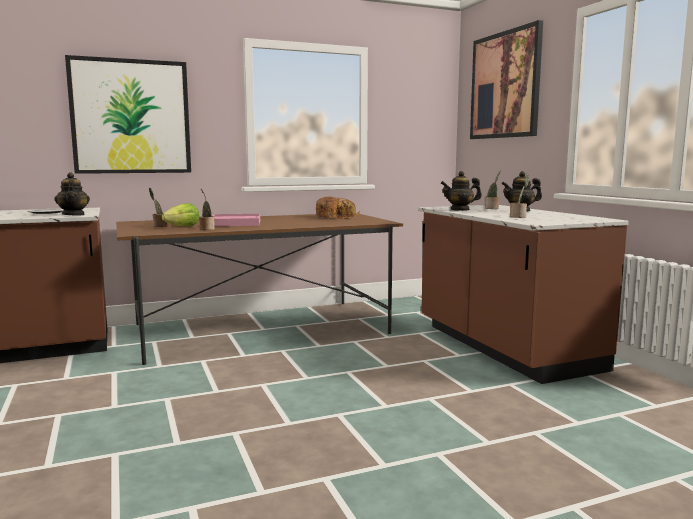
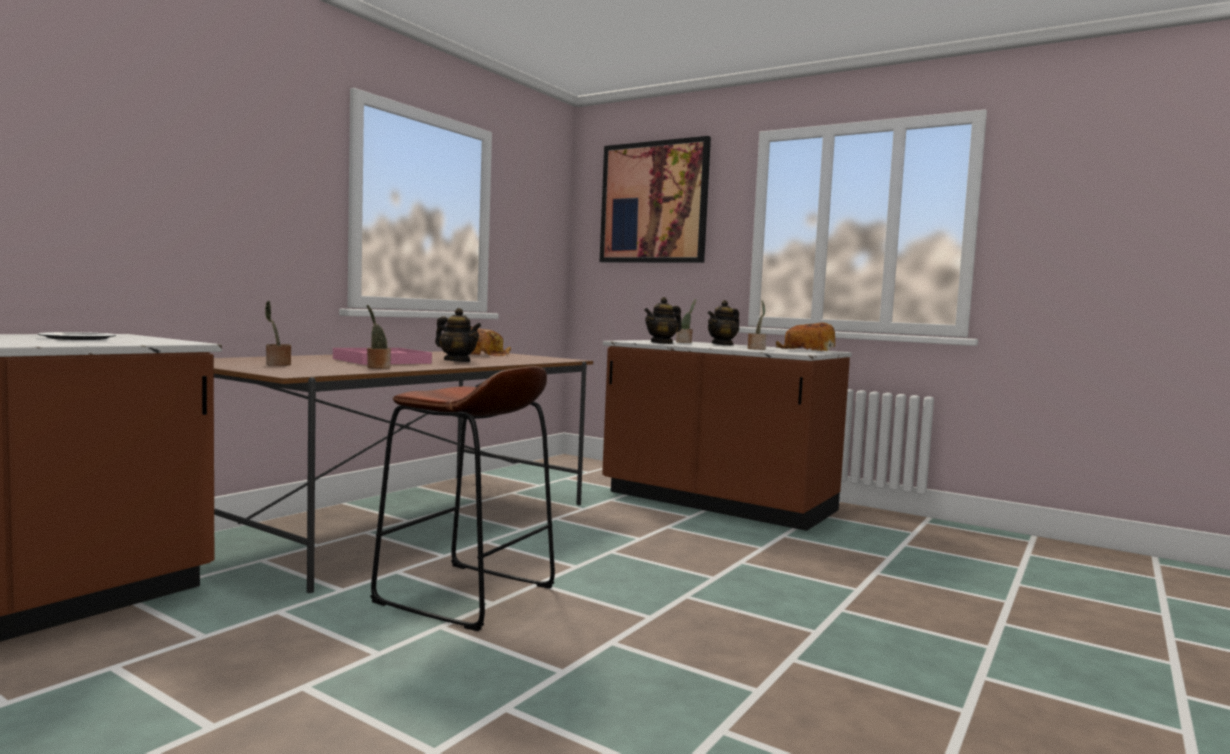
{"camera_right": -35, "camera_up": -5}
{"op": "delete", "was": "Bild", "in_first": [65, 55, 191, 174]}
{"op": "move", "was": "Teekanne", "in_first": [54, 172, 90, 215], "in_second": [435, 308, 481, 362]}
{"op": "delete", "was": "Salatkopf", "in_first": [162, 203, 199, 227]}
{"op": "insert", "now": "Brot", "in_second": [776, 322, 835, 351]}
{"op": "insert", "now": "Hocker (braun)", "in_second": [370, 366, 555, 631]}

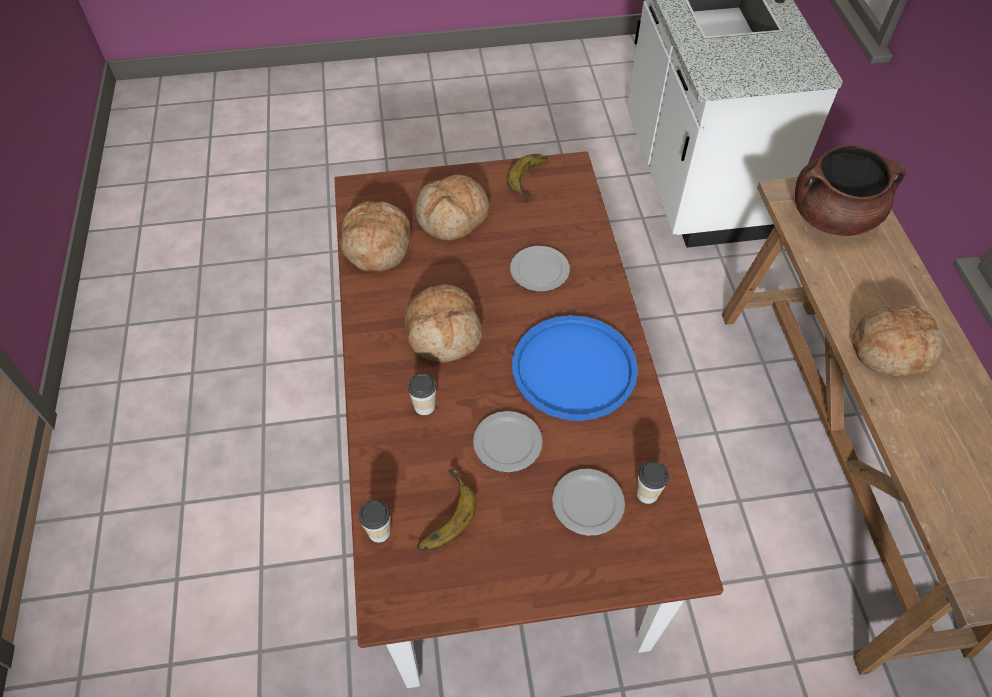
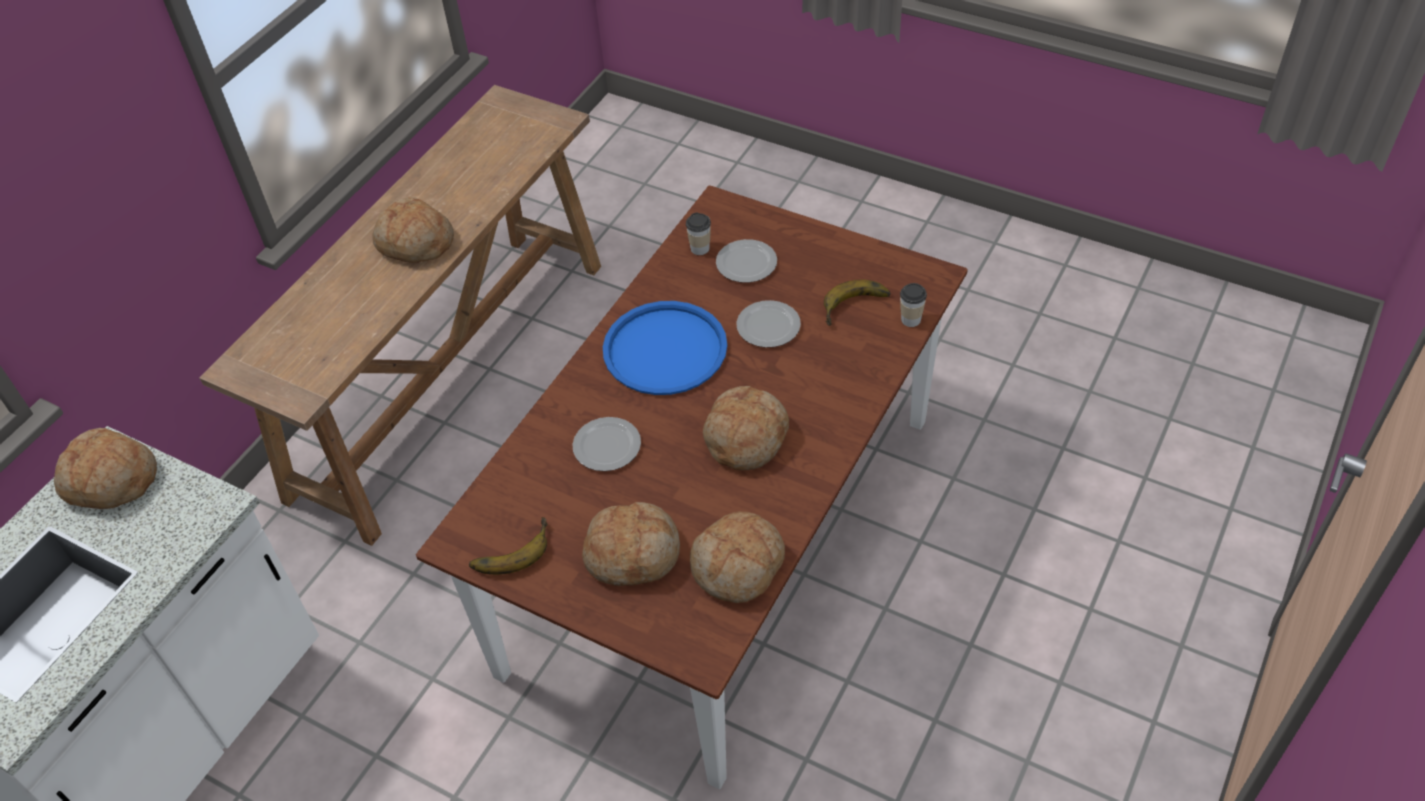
{"camera_right": -140, "camera_up": -5}
{"op": "delete", "was": "Kochtopf (braun)", "in_first": [795, 144, 906, 236]}
{"op": "delete", "was": "Tasse", "in_first": [408, 374, 436, 415]}
{"op": "insert", "now": "Brot", "in_second": [54, 428, 157, 509]}

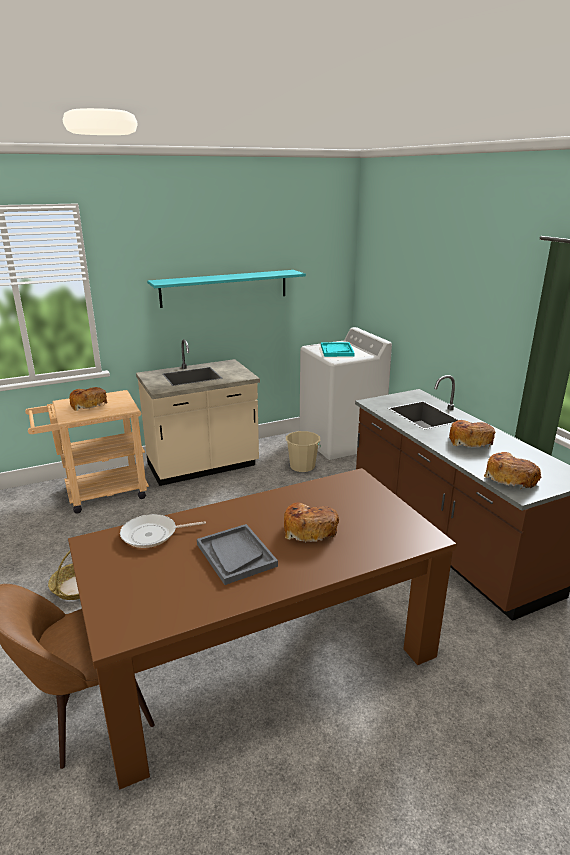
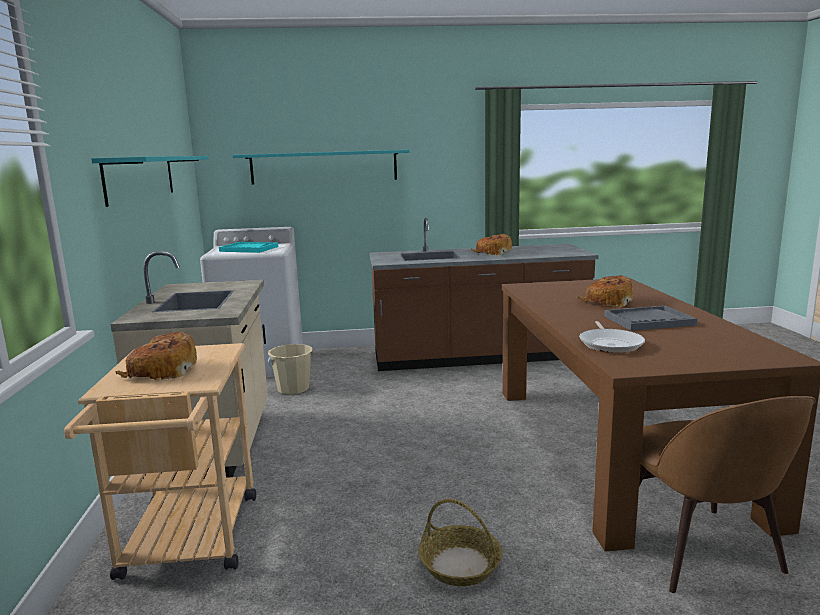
{"camera_right": -70, "camera_up": -10}
{"op": "delete", "was": "Brot", "in_first": [484, 452, 542, 488]}
{"op": "insert", "now": "Wandregal (türkis)", "in_second": [232, 150, 410, 185]}

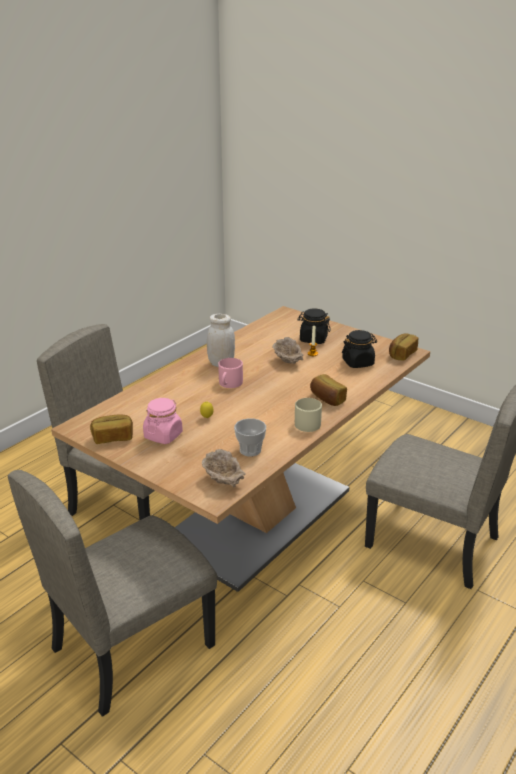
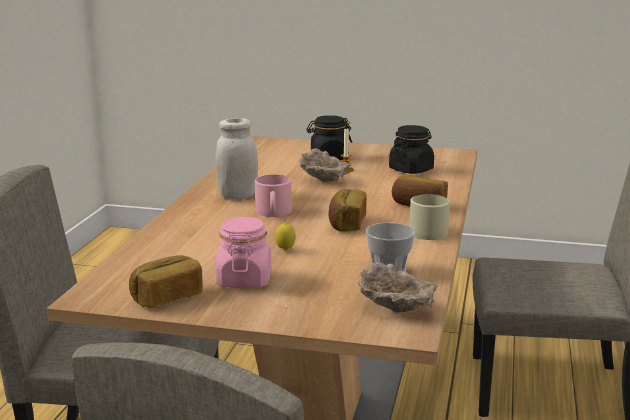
{"camera_right": -25, "camera_up": -10}
{"op": "move", "was": "Brot", "in_first": [389, 333, 418, 361], "in_second": [329, 189, 367, 232]}

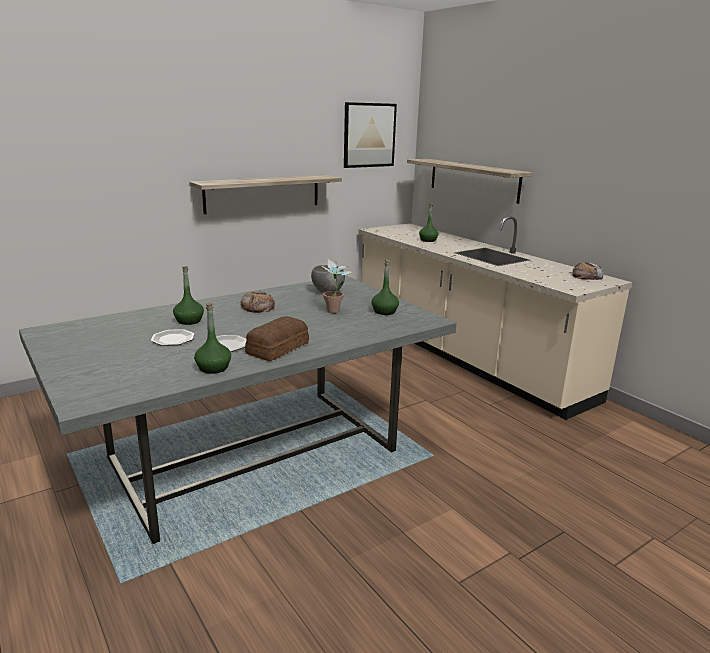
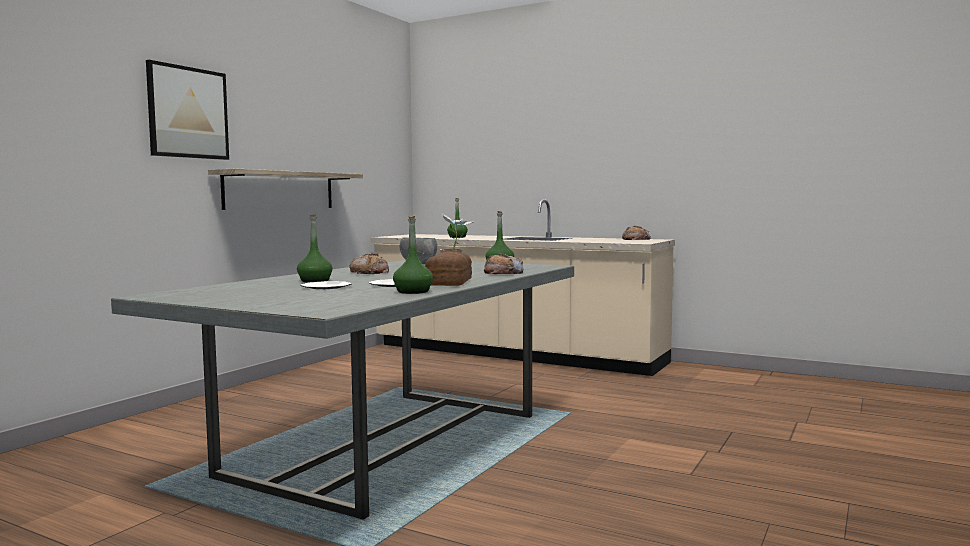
{"camera_right": -25, "camera_up": -15}
{"op": "move", "was": "Bild", "in_first": [344, 102, 397, 168], "in_second": [146, 60, 229, 160]}
{"op": "delete", "was": "Wandregal", "in_first": [407, 159, 533, 204]}
{"op": "insert", "now": "Brot", "in_second": [484, 253, 523, 274]}

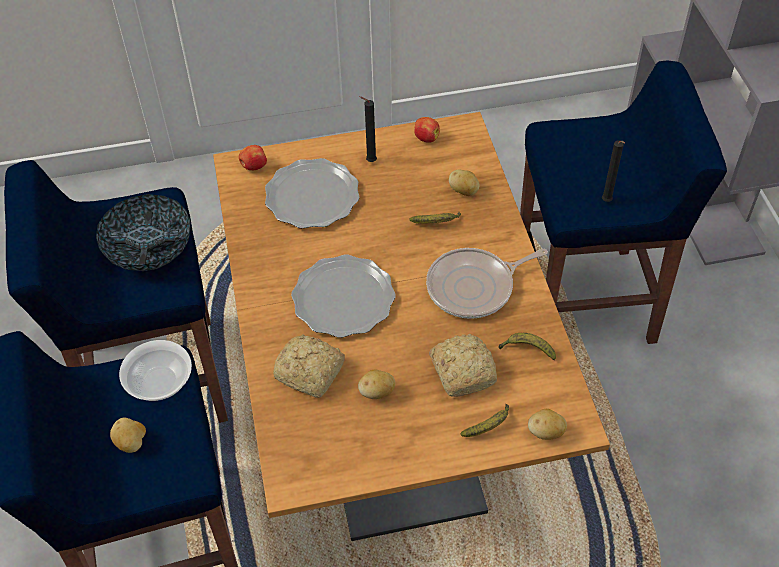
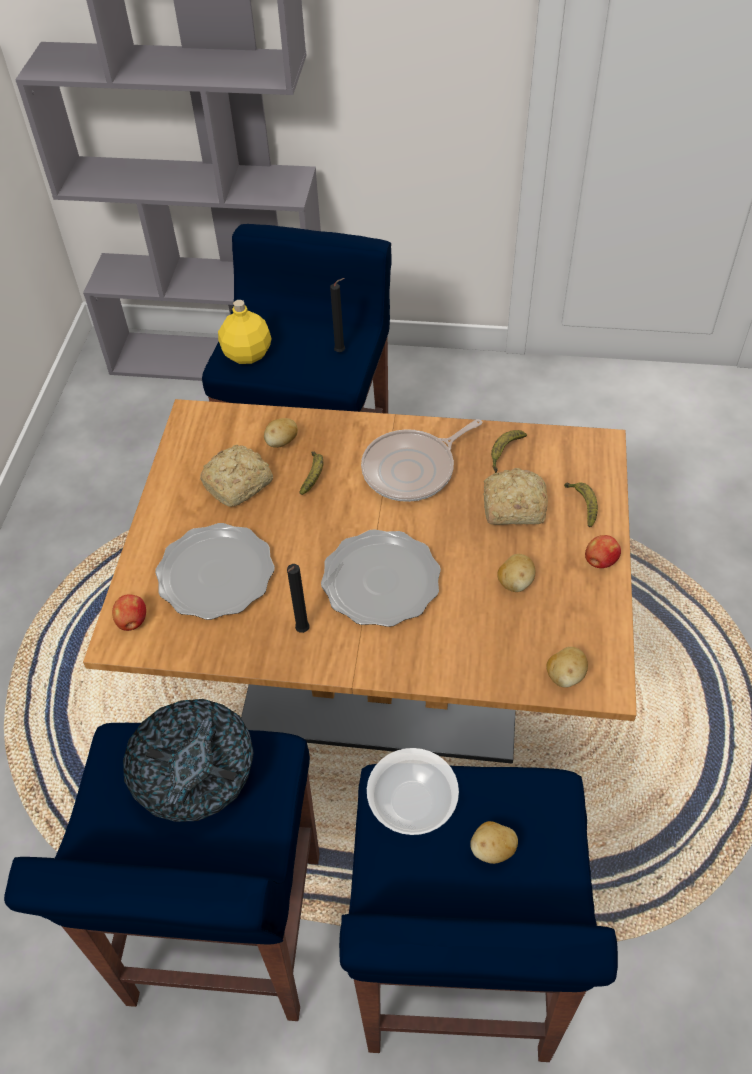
{"camera_right": -70, "camera_up": 0}
{"op": "move", "was": "Kerze (schwarz)", "in_first": [359, 96, 377, 162], "in_second": [287, 564, 310, 633]}
{"op": "move", "was": "Apfel", "in_first": [414, 117, 440, 143], "in_second": [585, 535, 621, 568]}
{"op": "rotate", "was": "Pfanne", "in_first": [426, 248, 548, 319], "in_second": [361, 419, 483, 502], "clockwise": 60}
{"op": "move", "was": "Brot", "in_first": [273, 334, 345, 398], "in_second": [200, 445, 273, 507]}
{"op": "move", "was": "Kartoffel", "in_first": [528, 409, 567, 440], "in_second": [546, 647, 588, 688]}
{"op": "insert", "now": "Flasche (gelb)", "in_second": [218, 300, 272, 364]}

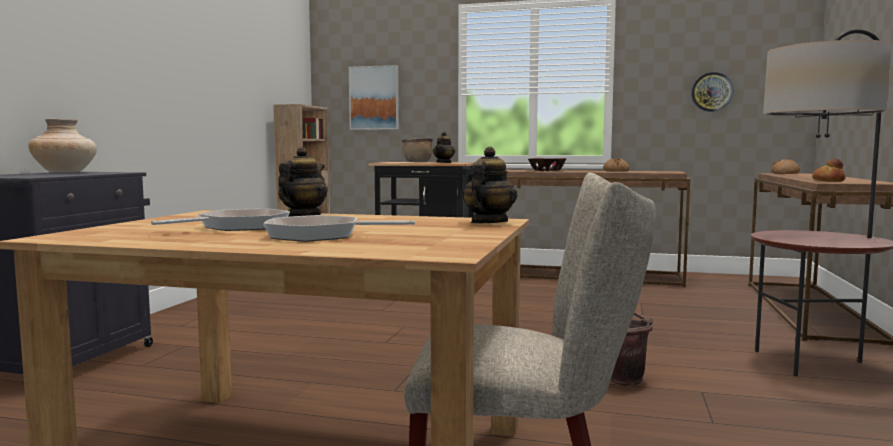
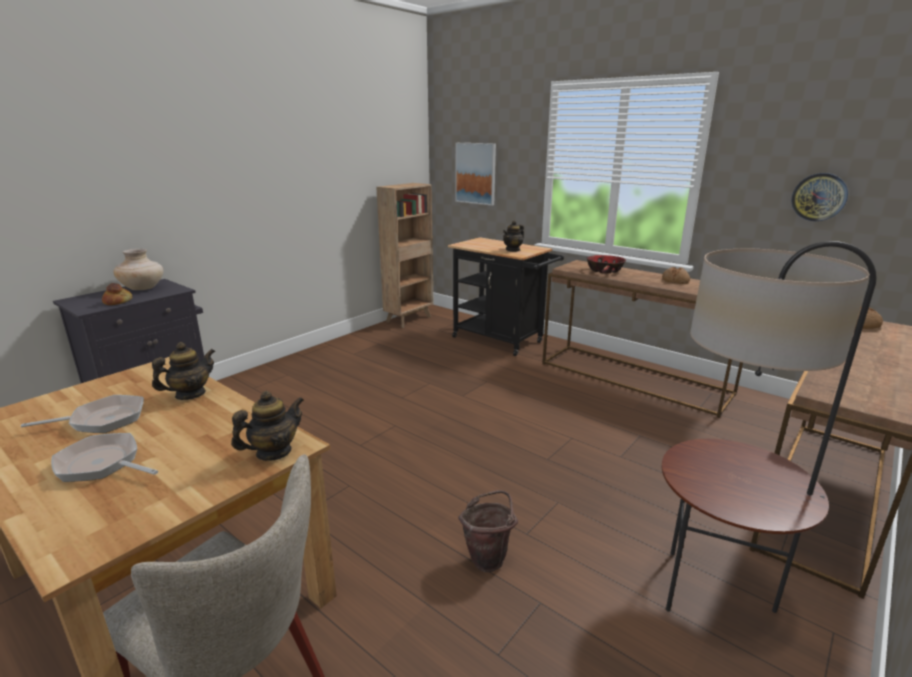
{"camera_right": 25, "camera_up": 15}
{"op": "delete", "was": "Kochtopf (braun)", "in_first": [401, 138, 433, 162]}
{"op": "move", "was": "Brot", "in_first": [812, 158, 846, 182], "in_second": [102, 283, 133, 305]}

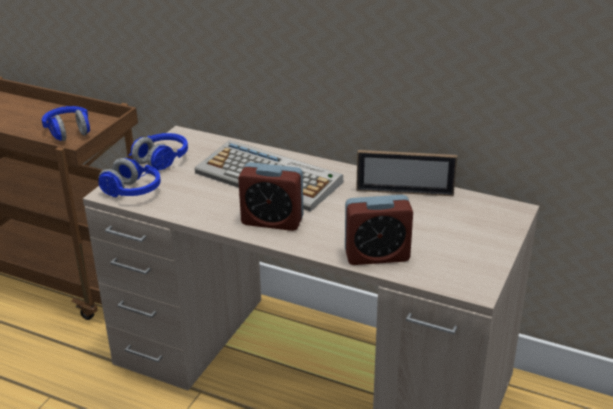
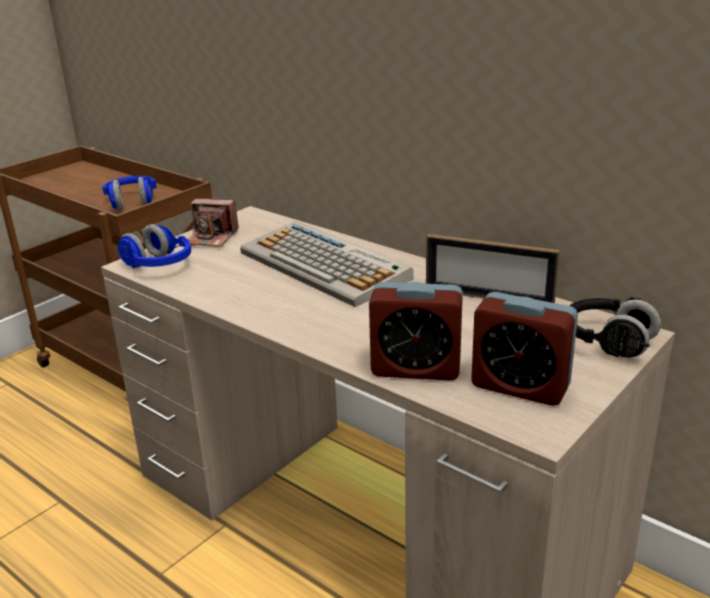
{"camera_right": 15, "camera_up": -5}
{"op": "replace", "was": "Kopfhörer (blau)", "now": "Kamera", "in_first": [128, 133, 188, 171], "in_second": [188, 199, 239, 247]}
{"op": "move", "was": "Wecker", "in_first": [238, 162, 303, 231], "in_second": [471, 292, 578, 406]}
{"op": "insert", "now": "Kopfhörer (schwarz)", "in_second": [569, 298, 661, 358]}

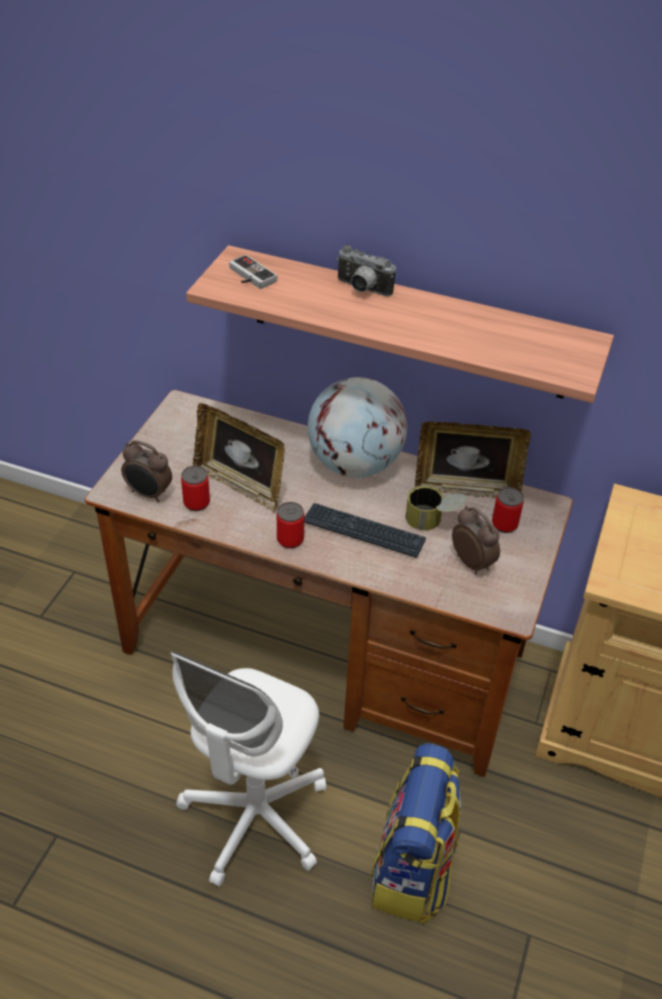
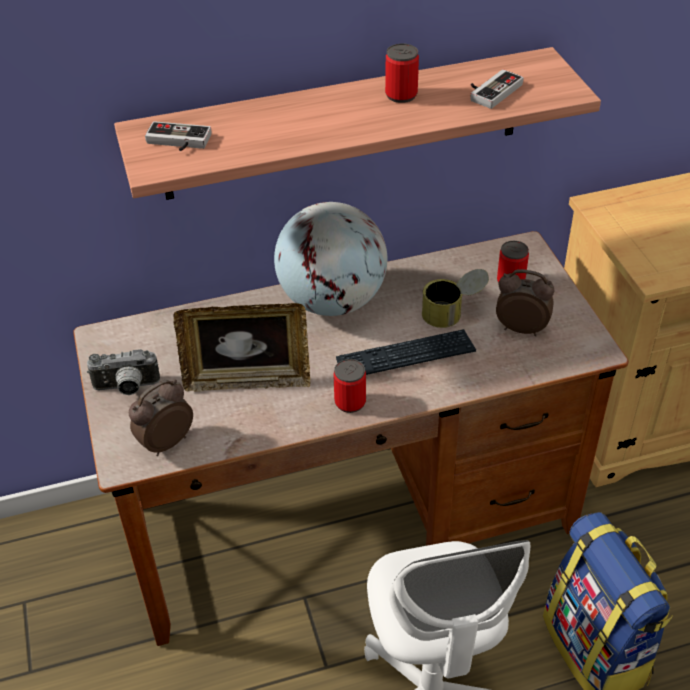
{"camera_right": -35, "camera_up": 0}
{"op": "move", "was": "Kamera", "in_first": [337, 245, 396, 296], "in_second": [87, 349, 160, 395]}
{"op": "delete", "was": "Bilderrahmen", "in_first": [415, 422, 531, 498]}
{"op": "rotate", "was": "Wecker", "in_first": [121, 440, 172, 502], "in_second": [129, 379, 193, 456], "clockwise": 150}
{"op": "move", "was": "Dose", "in_first": [181, 466, 210, 511], "in_second": [385, 44, 419, 103]}
{"op": "insert", "now": "Gamepad", "in_second": [470, 69, 524, 109]}

